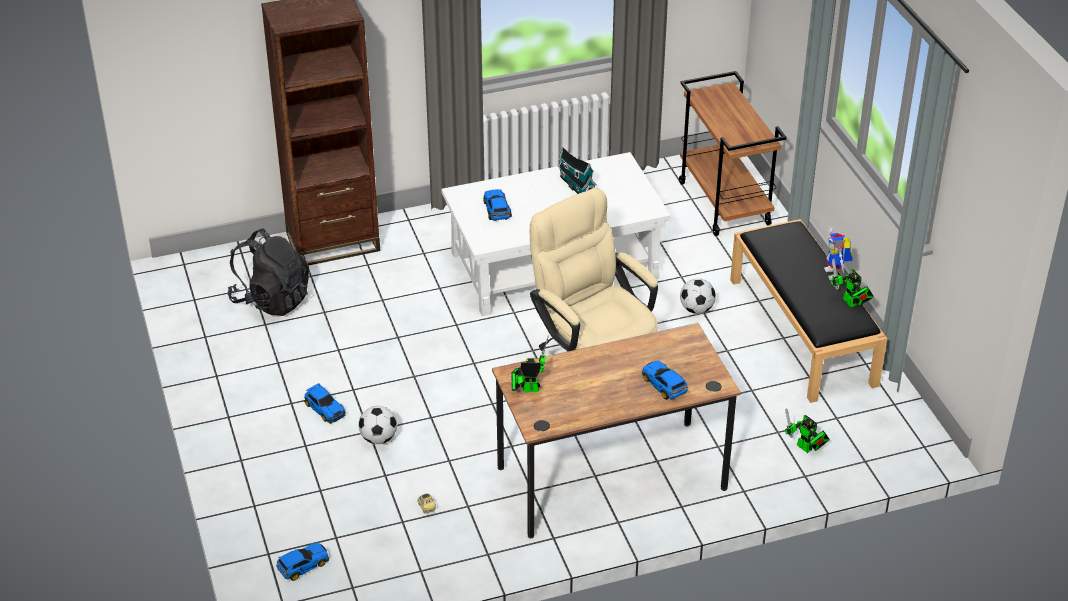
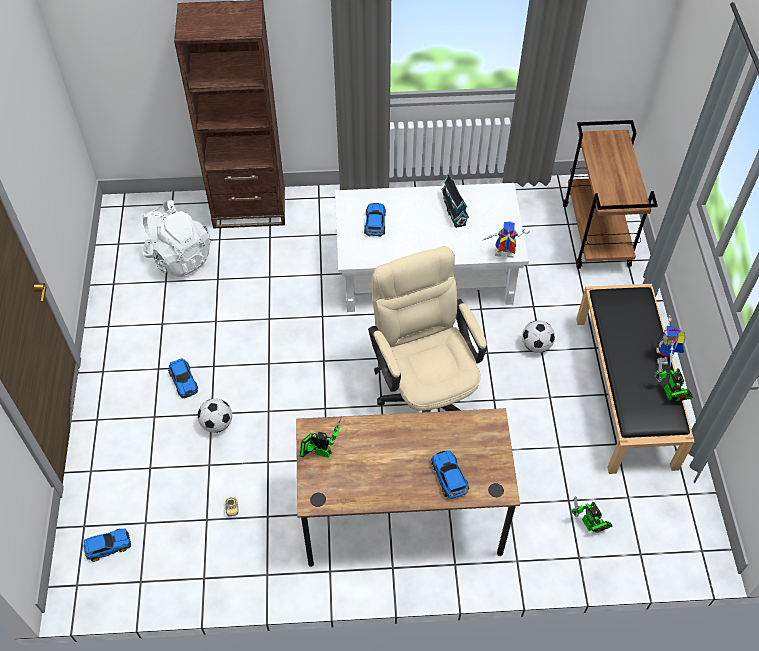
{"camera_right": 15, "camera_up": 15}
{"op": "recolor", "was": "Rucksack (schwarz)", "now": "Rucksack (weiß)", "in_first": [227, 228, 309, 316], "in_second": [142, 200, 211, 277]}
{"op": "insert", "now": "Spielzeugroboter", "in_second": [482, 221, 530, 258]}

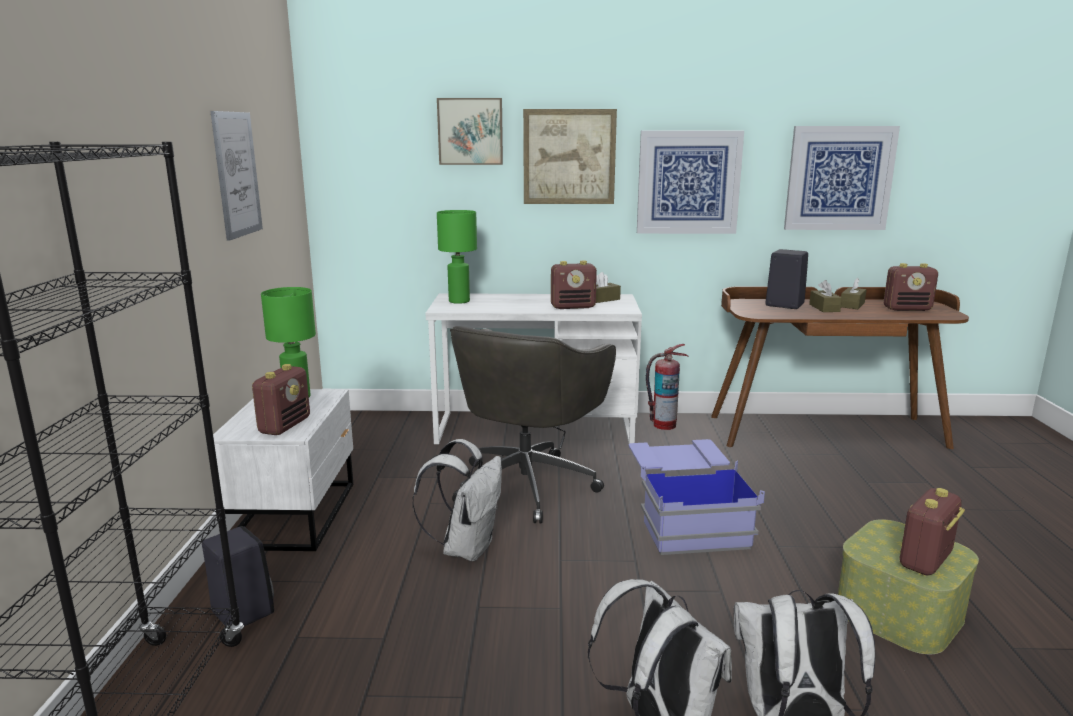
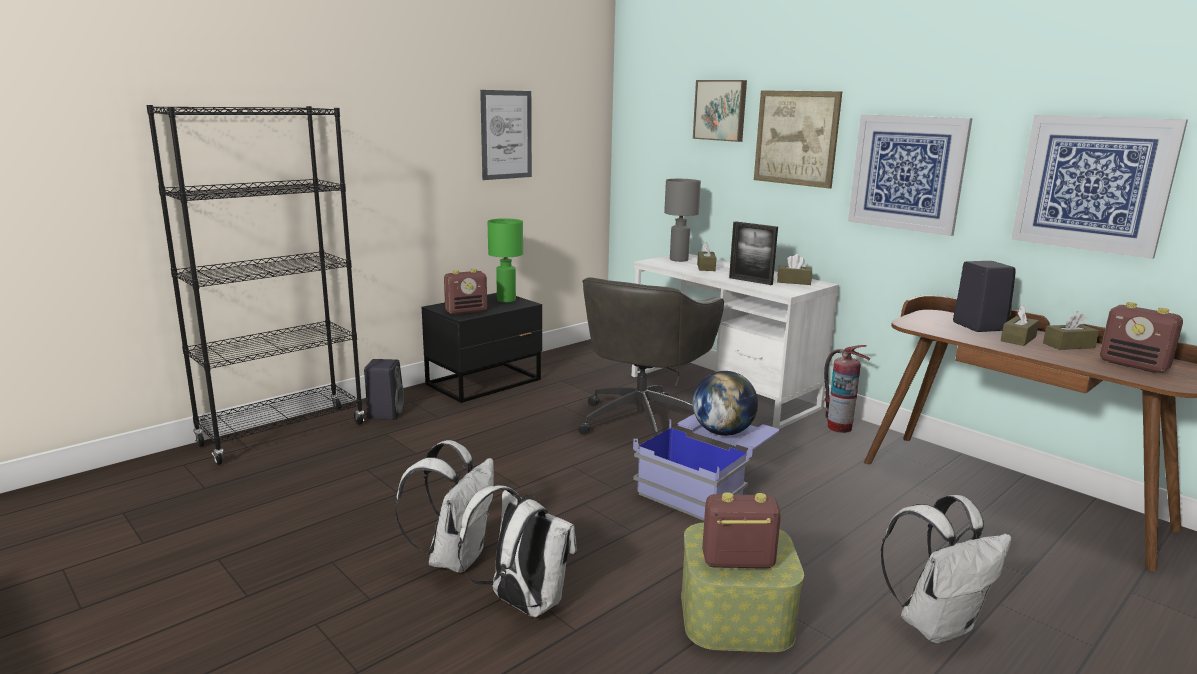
{"camera_right": 45, "camera_up": 0}
{"op": "recolor", "was": "Tischlampe (grün)", "now": "Tischlampe (grau)", "in_first": [437, 210, 477, 304], "in_second": [664, 179, 701, 262]}
{"op": "replace", "was": "Radio", "now": "Bilderrahmen", "in_first": [551, 260, 597, 309], "in_second": [729, 221, 778, 285]}
{"op": "rotate", "was": "Bürostuhl (grau)", "in_first": [450, 326, 616, 524], "in_second": [578, 277, 724, 436], "clockwise": -45}
{"op": "recolor", "was": "Nachttisch (weiß)", "now": "Nachttisch (schwarz)", "in_first": [213, 389, 353, 551], "in_second": [422, 293, 542, 403]}
{"op": "move", "was": "Rucksack (weiß)", "in_first": [412, 439, 502, 561], "in_second": [881, 495, 1012, 643]}
{"op": "insert", "now": "Taschentuchbox (braun)", "in_second": [697, 242, 716, 271]}
{"op": "insert", "now": "Globus", "in_second": [693, 371, 758, 436]}

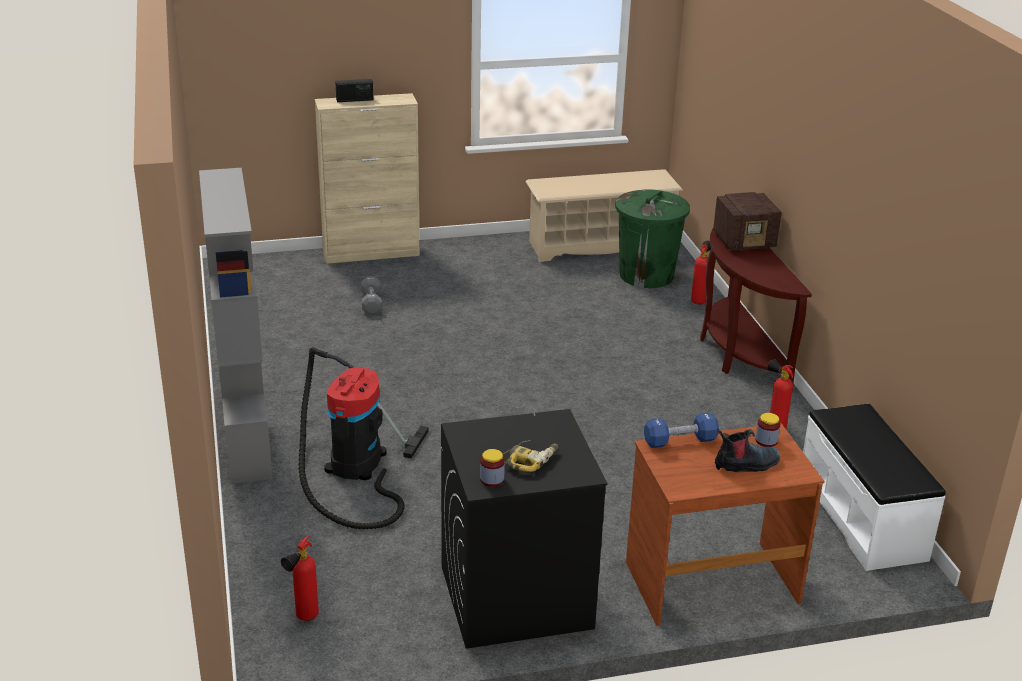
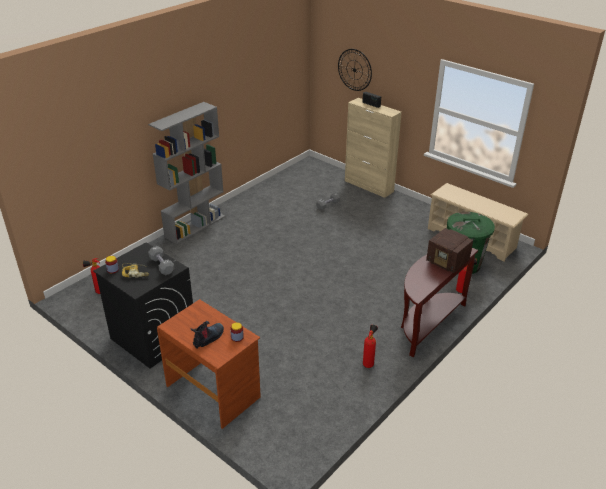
{"camera_right": 55, "camera_up": 5}
{"op": "delete", "was": "Staubsauger", "in_first": [298, 347, 429, 530]}
{"op": "delete", "was": "Bank (weiß)", "in_first": [803, 404, 946, 571]}
{"op": "delete", "was": "Hantel (blau)", "in_first": [644, 412, 719, 448]}
{"op": "rotate", "was": "Stiefel", "in_first": [715, 428, 780, 472], "in_second": [191, 321, 224, 349], "clockwise": -90}
{"op": "insert", "now": "Wanduhr", "in_second": [338, 49, 372, 91]}
{"op": "insert", "now": "Hantel (grau)", "in_second": [148, 246, 175, 275]}

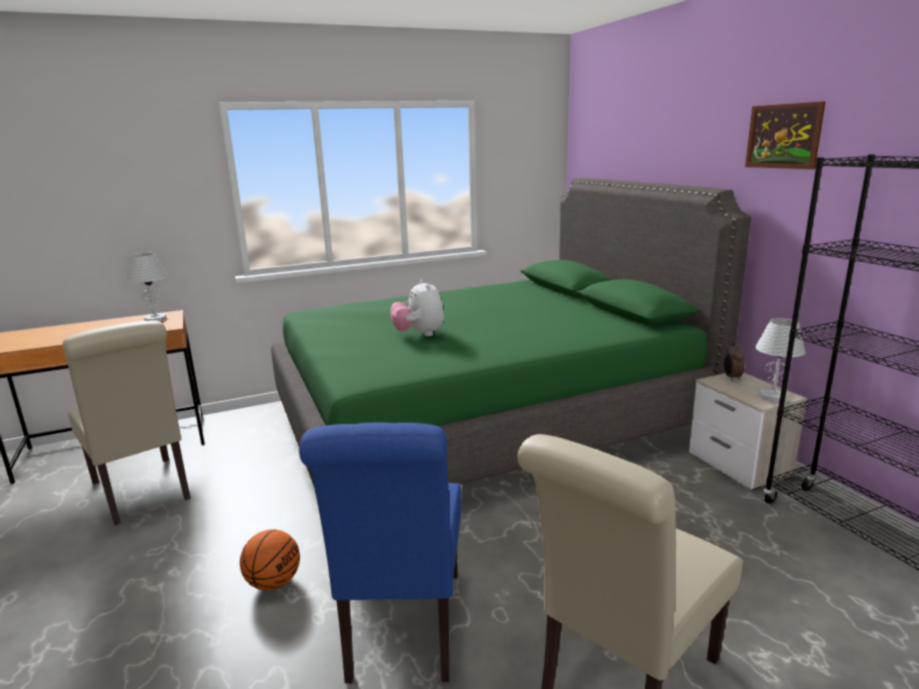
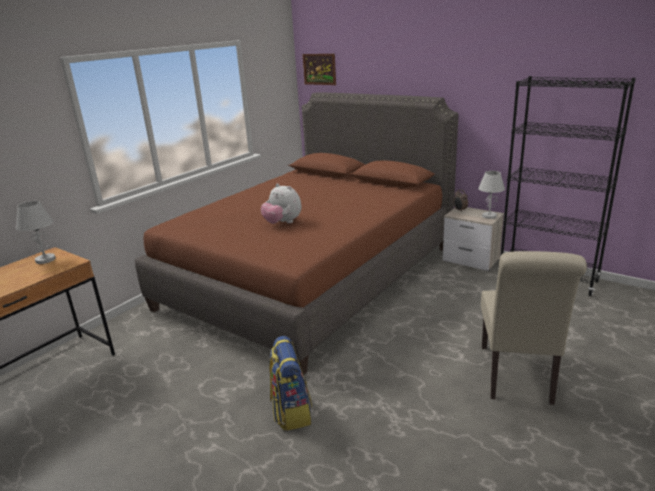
{"camera_right": -30, "camera_up": 5}
{"op": "move", "was": "Bild", "in_first": [745, 101, 826, 169], "in_second": [303, 54, 336, 85]}
{"op": "recolor", "was": "Bett (grün)", "now": "Bett (braun)", "in_first": [271, 178, 751, 486], "in_second": [135, 92, 459, 375]}
{"op": "delete", "was": "Stuhl (beige)", "in_first": [63, 321, 191, 525]}
{"op": "delete", "was": "Stuhl (blau)", "in_first": [299, 423, 462, 684]}
{"op": "replace", "was": "Basketball", "now": "Rucksack", "in_first": [240, 529, 300, 590], "in_second": [269, 336, 312, 431]}

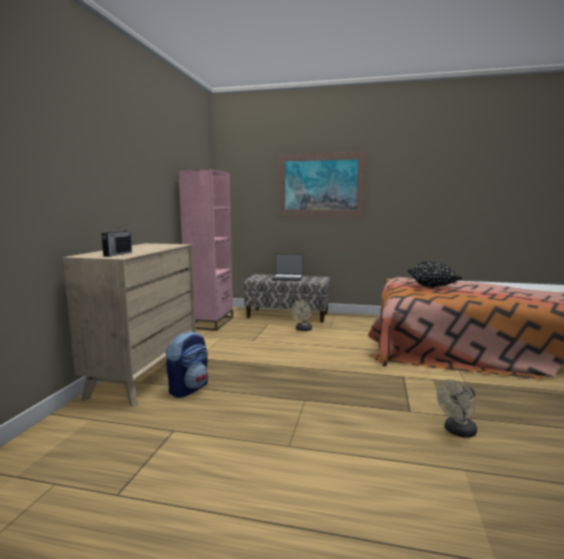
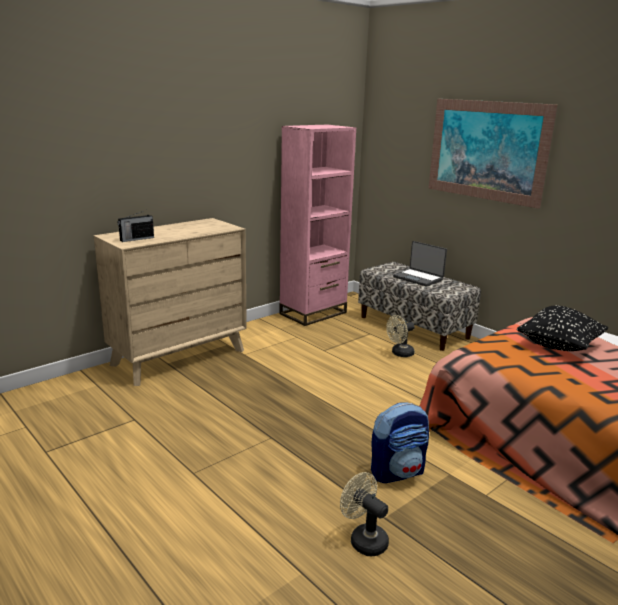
{"camera_right": 35, "camera_up": 10}
{"op": "move", "was": "Rucksack", "in_first": [166, 331, 208, 398], "in_second": [371, 402, 429, 483]}
{"op": "rotate", "was": "Ventilator (beige)", "in_first": [437, 379, 477, 438], "in_second": [340, 472, 389, 556], "clockwise": 45}

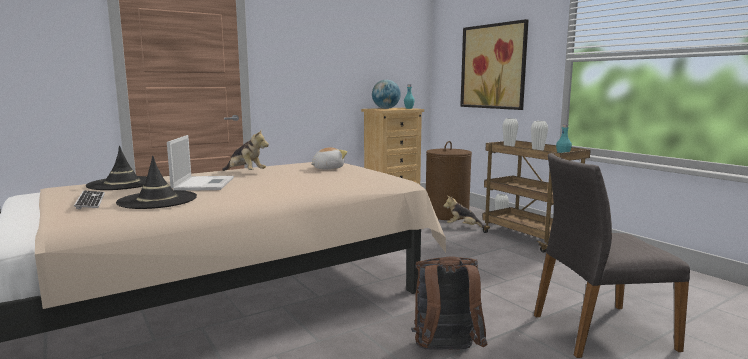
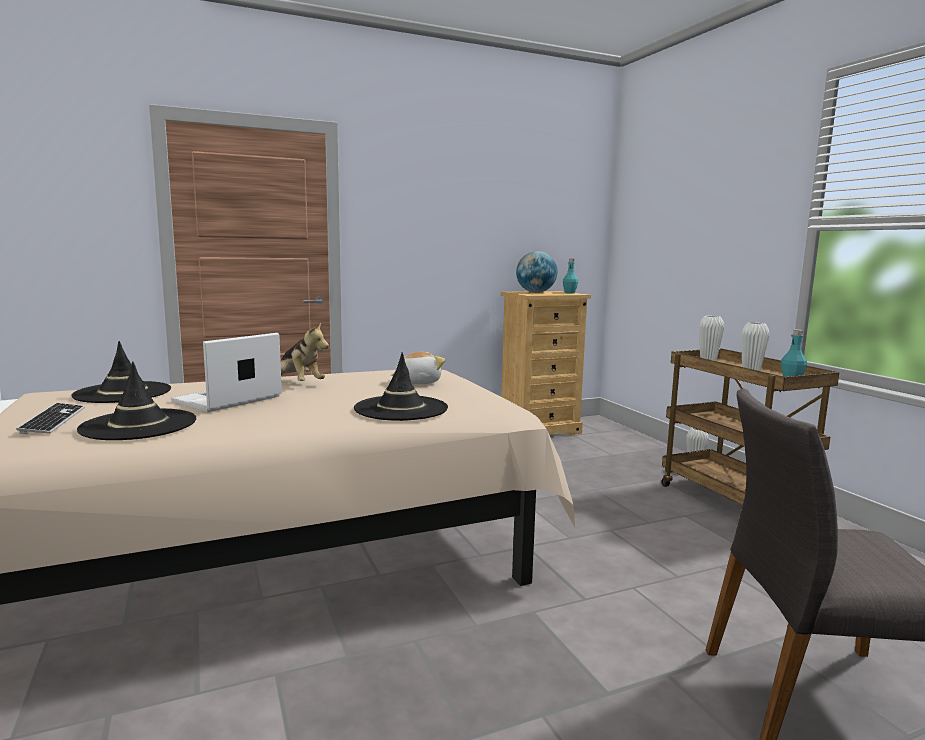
{"camera_right": 10, "camera_up": 0}
{"op": "delete", "was": "Bild", "in_first": [460, 19, 528, 110]}
{"op": "rotate", "was": "Laptop", "in_first": [167, 135, 234, 191], "in_second": [171, 333, 282, 412], "clockwise": -150}
{"op": "delete", "was": "Wäschekorb (braun)", "in_first": [426, 141, 472, 220]}
{"op": "delete", "was": "Plüschtier", "in_first": [443, 195, 484, 228]}
{"op": "delete", "was": "Rucksack (braun)", "in_first": [411, 256, 487, 350]}
{"op": "insert", "now": "Hut (schwarz)", "in_second": [354, 352, 448, 421]}

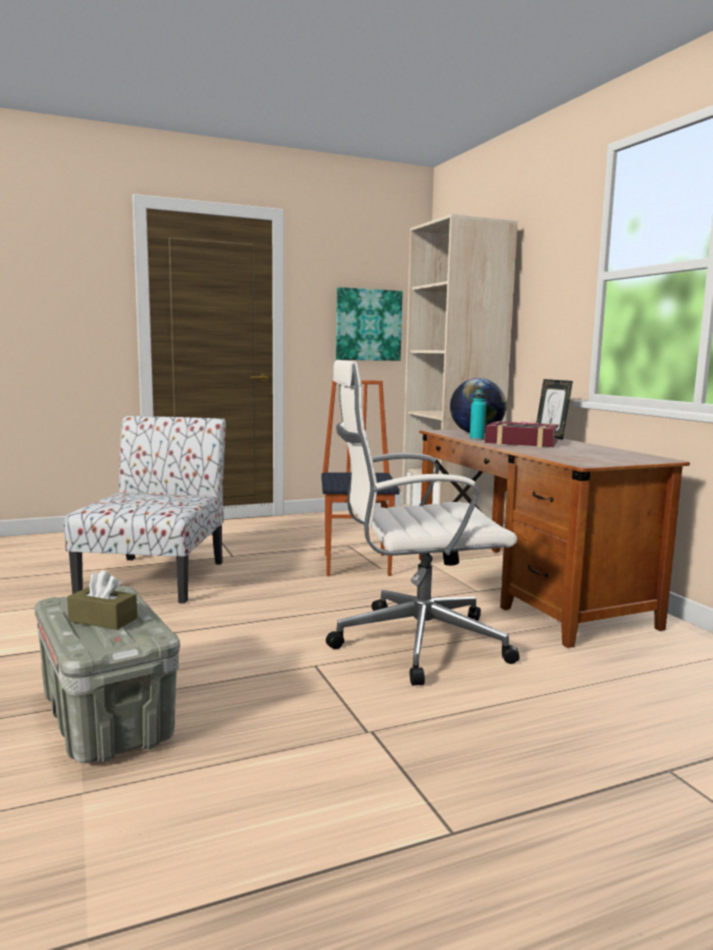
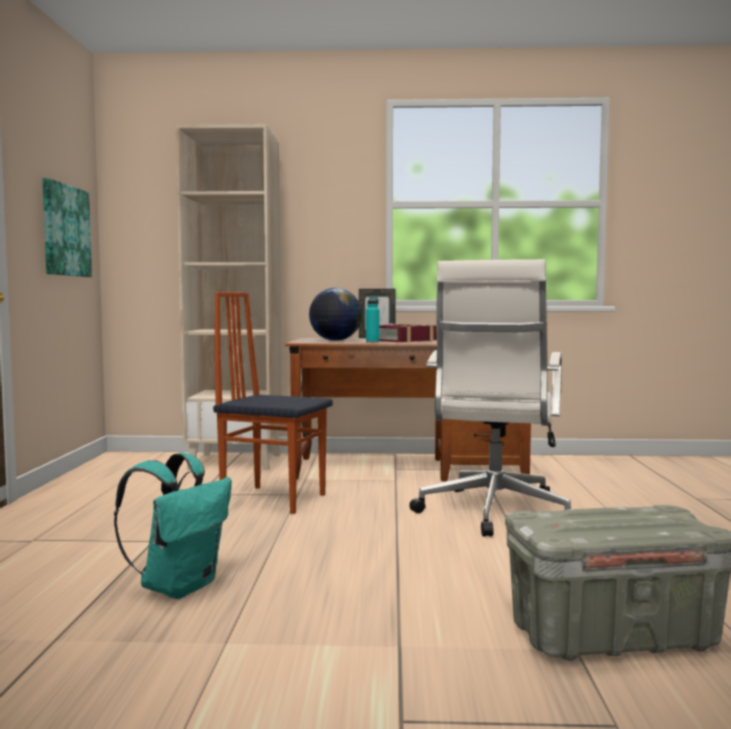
{"camera_right": -65, "camera_up": -5}
{"op": "replace", "was": "Stuhl", "now": "Rucksack (türkis)", "in_first": [64, 416, 226, 604], "in_second": [114, 452, 232, 599]}
{"op": "delete", "was": "Taschentuchbox (braun)", "in_first": [67, 570, 137, 630]}

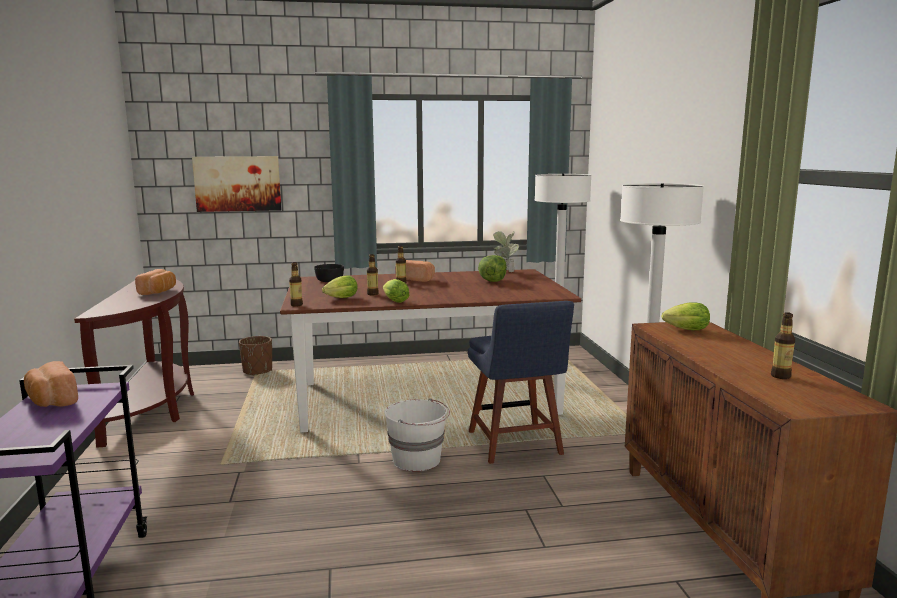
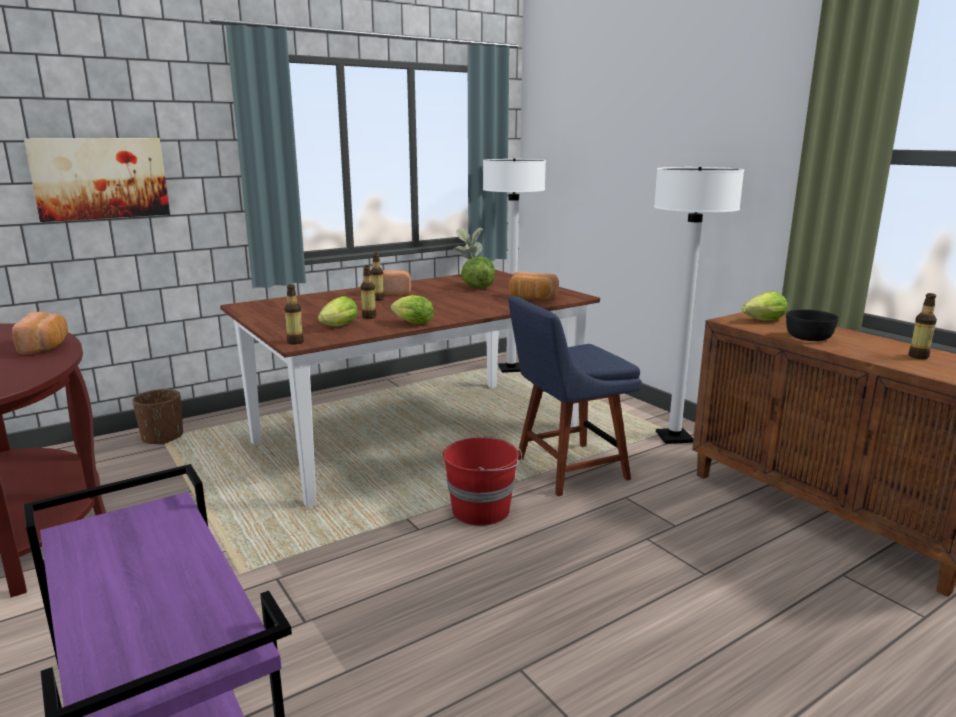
{"camera_right": -25, "camera_up": 5}
{"op": "move", "was": "Schüssel (schwarz)", "in_first": [314, 264, 344, 282], "in_second": [786, 309, 839, 341]}
{"op": "rotate", "was": "Stuhl (blau)", "in_first": [468, 301, 574, 464], "in_second": [508, 296, 642, 496], "clockwise": 105}
{"op": "move", "was": "Brot", "in_first": [24, 361, 78, 407], "in_second": [509, 272, 559, 299]}
{"op": "recolor", "was": "Eimer (weiß)", "now": "Eimer (rot)", "in_first": [384, 398, 450, 471], "in_second": [443, 435, 522, 526]}

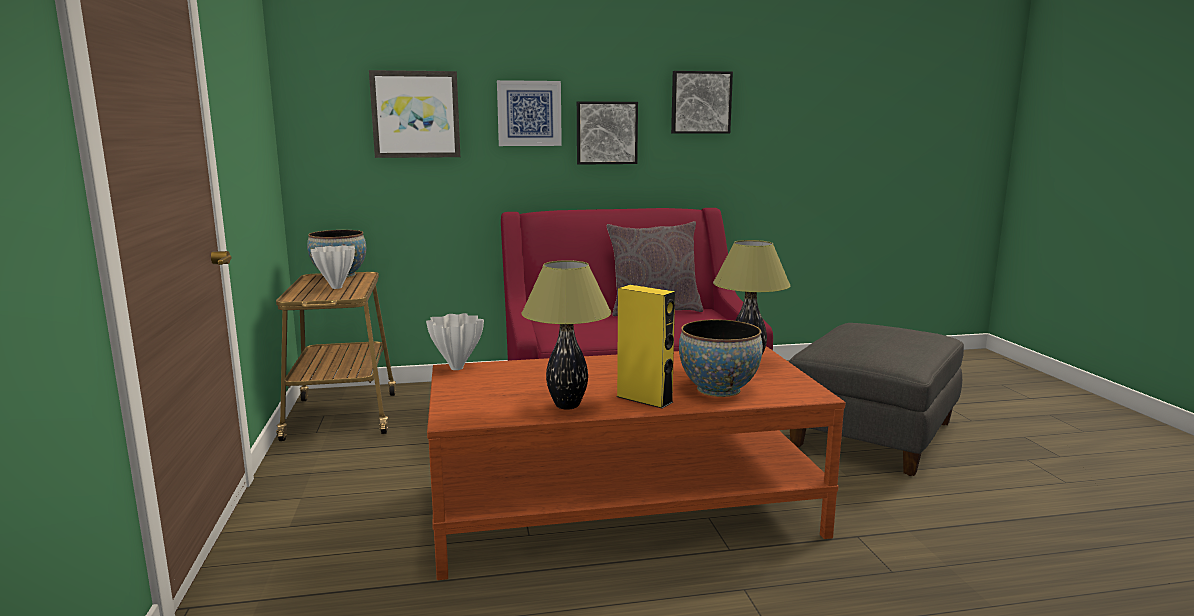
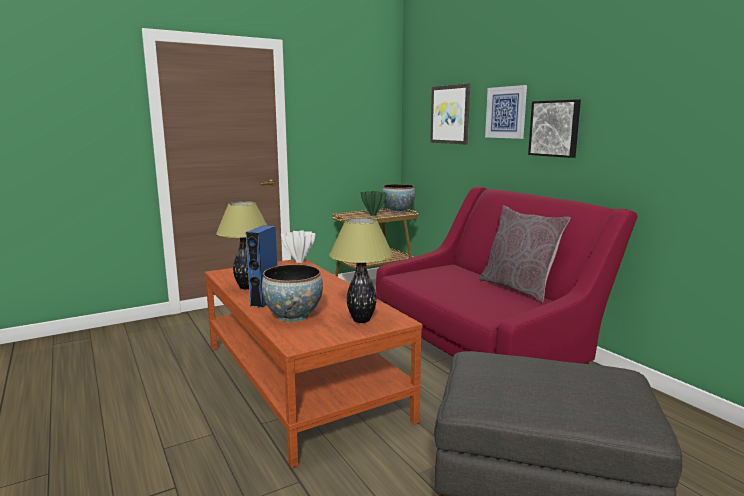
{"camera_right": 70, "camera_up": 0}
{"op": "delete", "was": "Bild", "in_first": [671, 71, 733, 134]}
{"op": "recolor", "was": "Vase (weiß)", "now": "Vase (grün)", "in_first": [311, 245, 355, 289], "in_second": [361, 191, 387, 216]}
{"op": "recolor", "was": "Lautsprecher (gelb)", "now": "Lautsprecher (blau)", "in_first": [617, 285, 675, 408], "in_second": [246, 225, 277, 308]}

